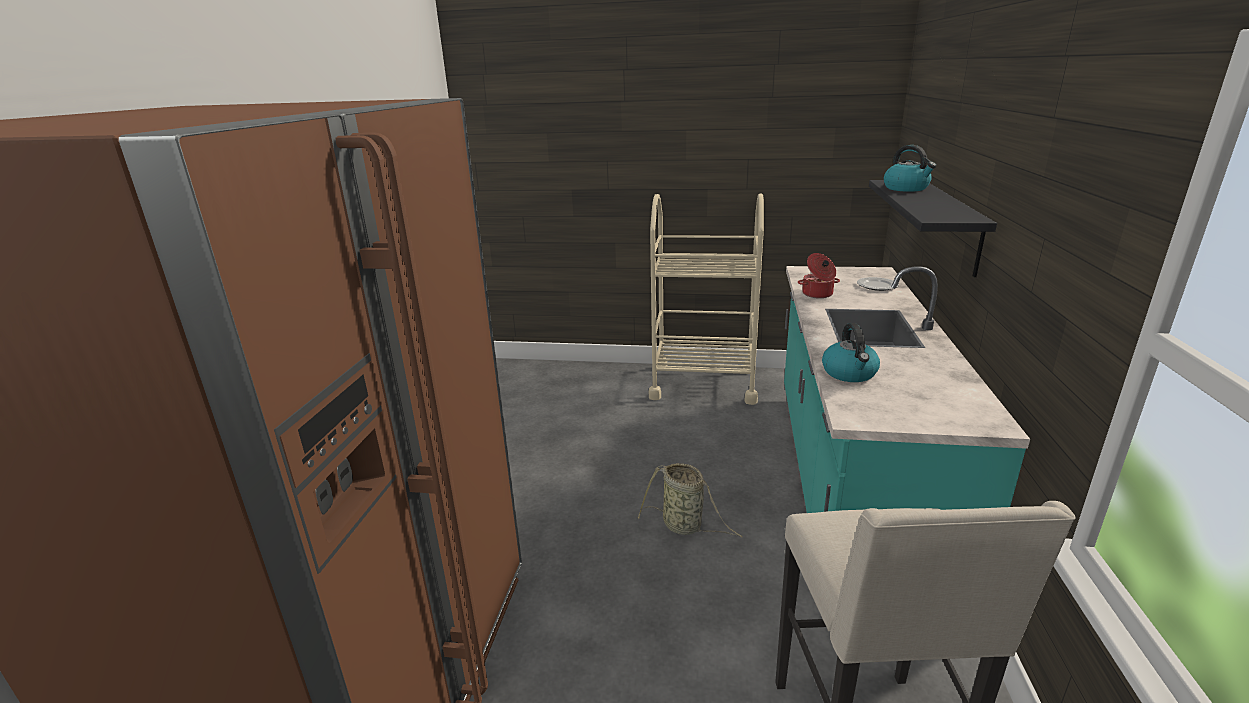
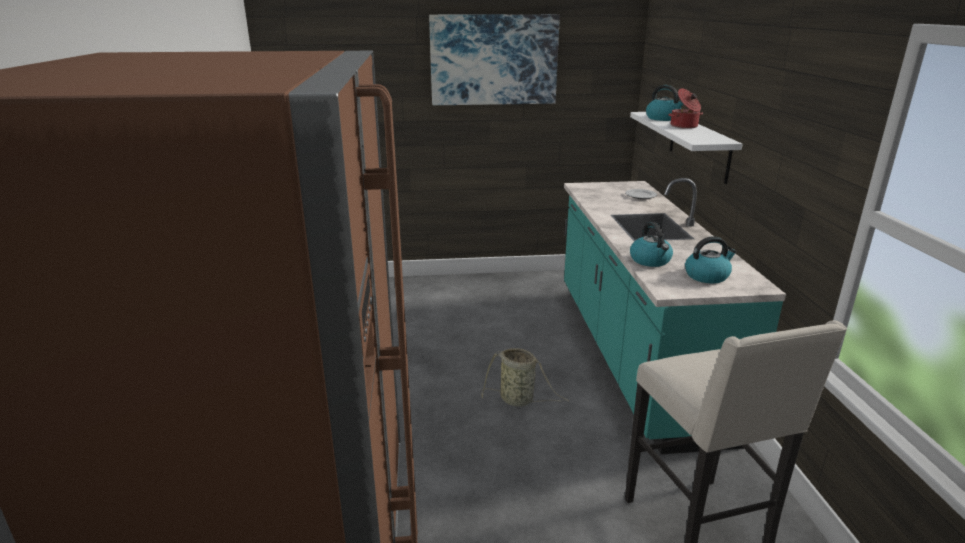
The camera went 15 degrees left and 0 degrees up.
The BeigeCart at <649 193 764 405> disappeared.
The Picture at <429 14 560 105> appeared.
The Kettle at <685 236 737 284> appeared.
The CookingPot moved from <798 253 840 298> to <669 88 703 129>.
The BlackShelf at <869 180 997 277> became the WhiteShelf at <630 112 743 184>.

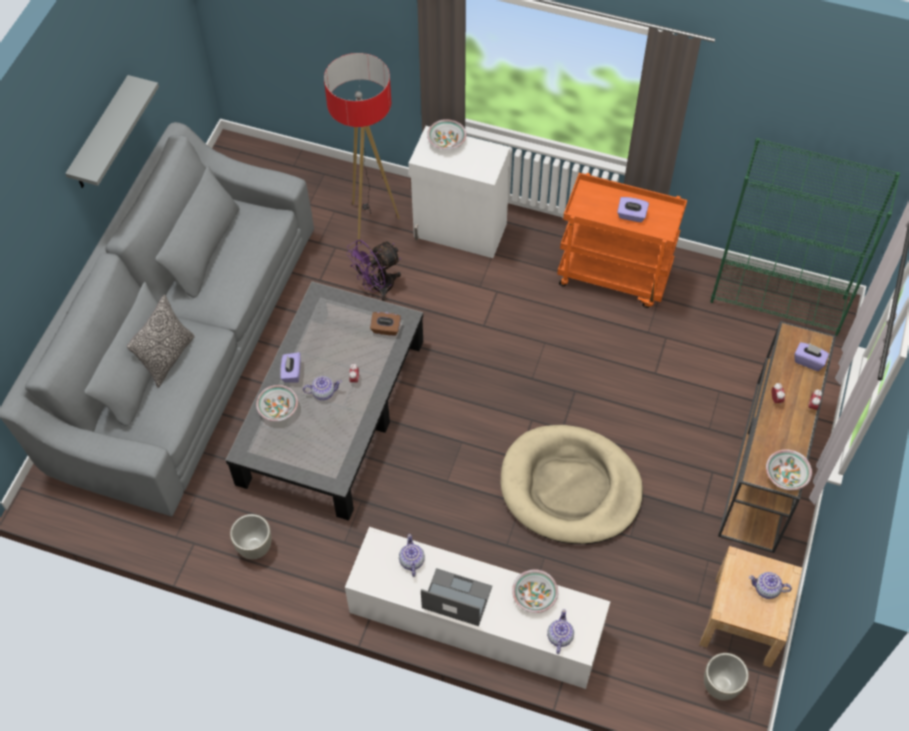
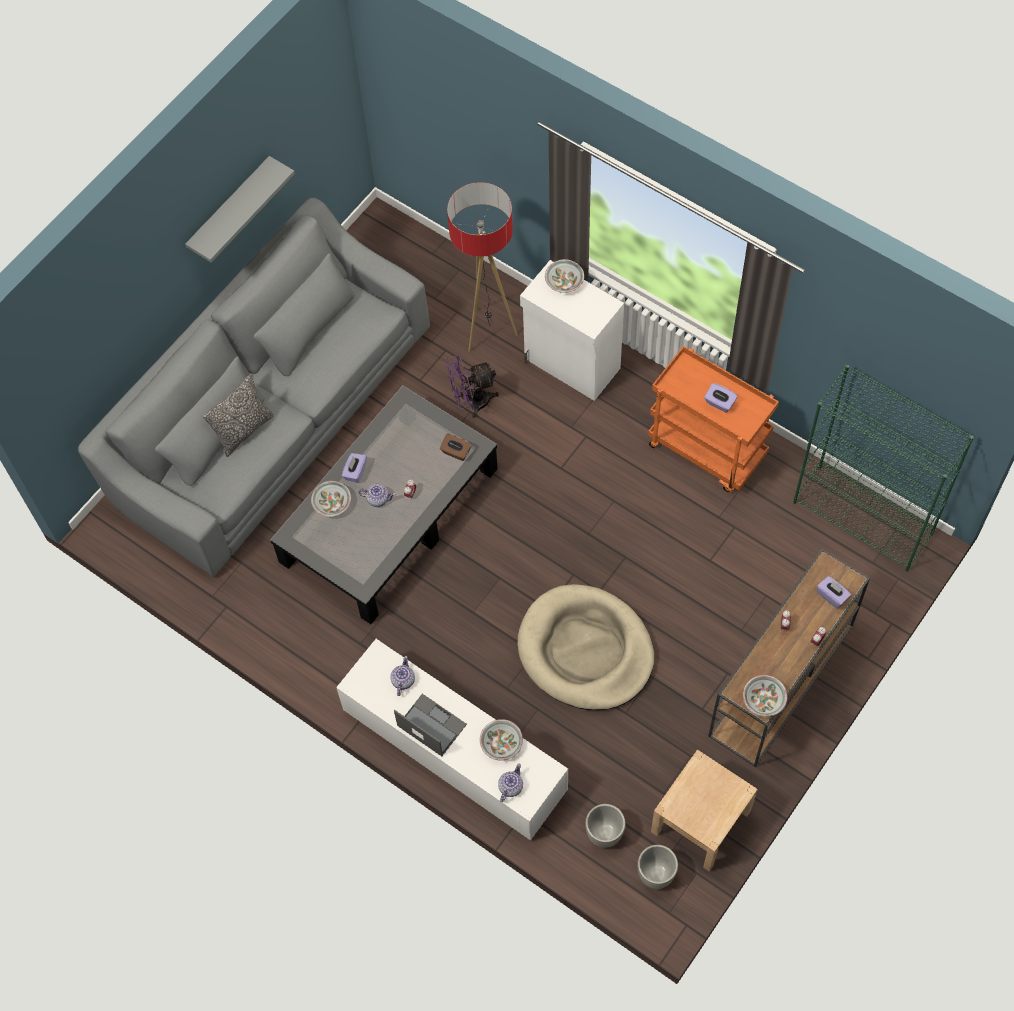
The camera went 20 degrees right and 5 degrees up.
The Teapot at <749 572 792 599> disappeared.
The GreyPlanter moved from <230 514 271 559> to <585 804 626 848>.

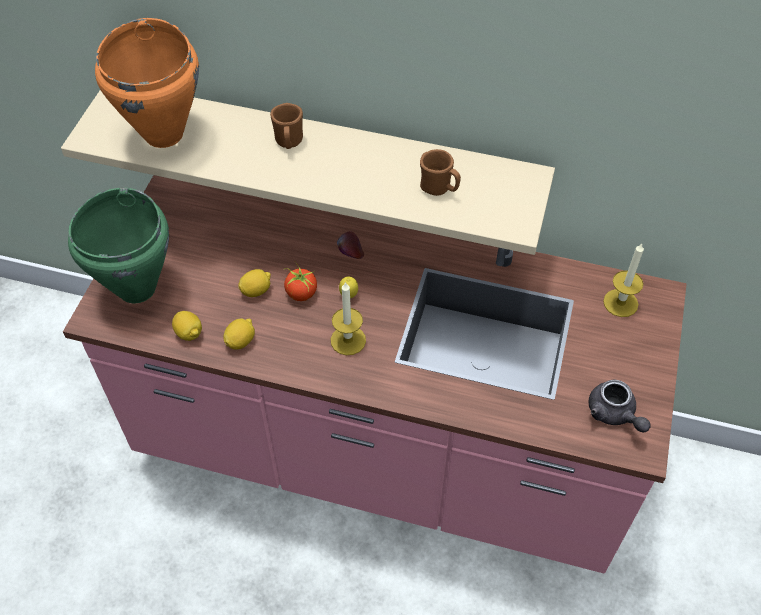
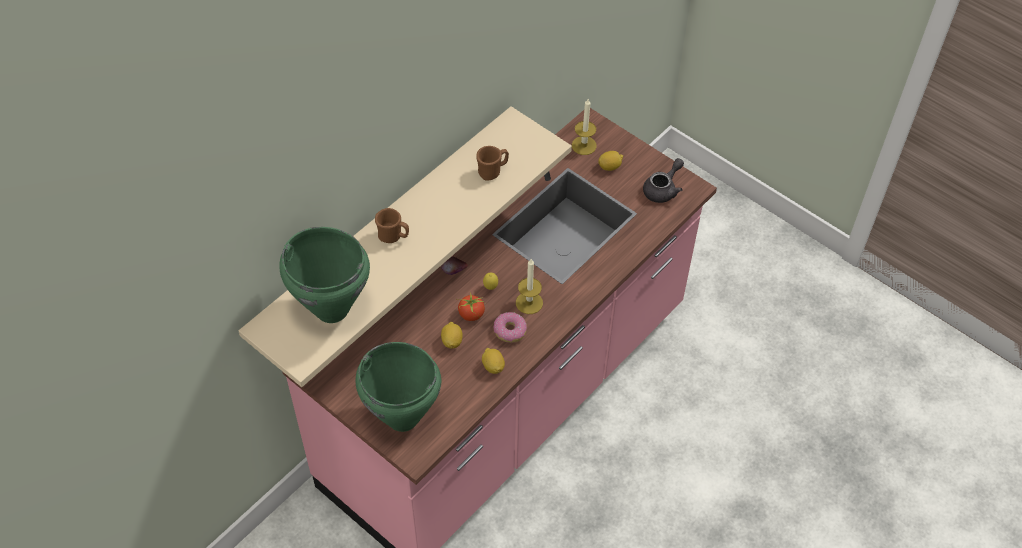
The camera went 65 degrees left and 0 degrees up.
The Donut at <493 312 527 343> appeared.
The Lemon moved from <172 311 202 341> to <598 151 623 171>.
The OrangeCookingPot at <95 18 199 148> became the GreenCookingPot at <279 227 370 323>.
The GreyTeapot at <589 379 651 432> turned 45 degrees counterclockwise.

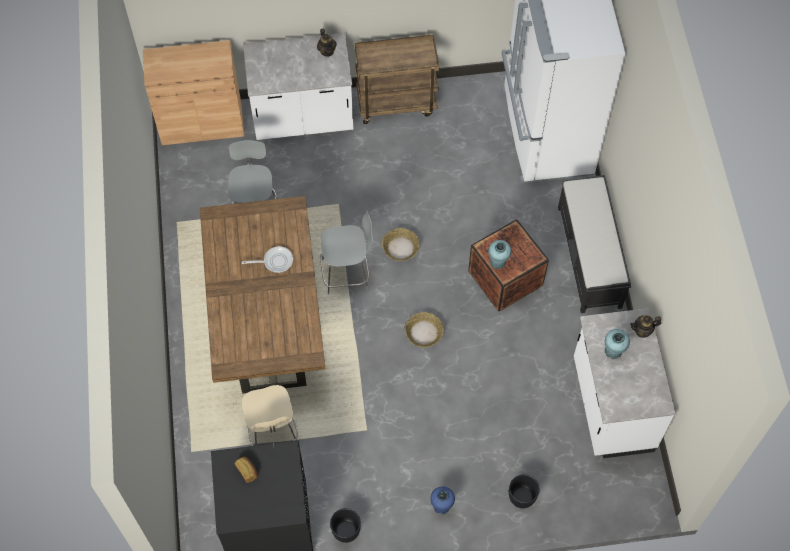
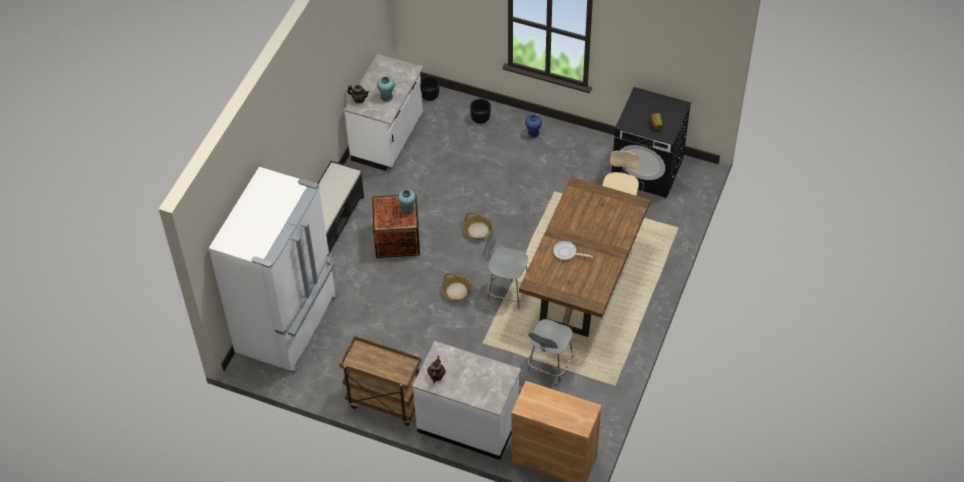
The camera went 150 degrees left and 10 degrees down.
The BlackPlanter moved from <330 508 361 543> to <421 76 439 101>.

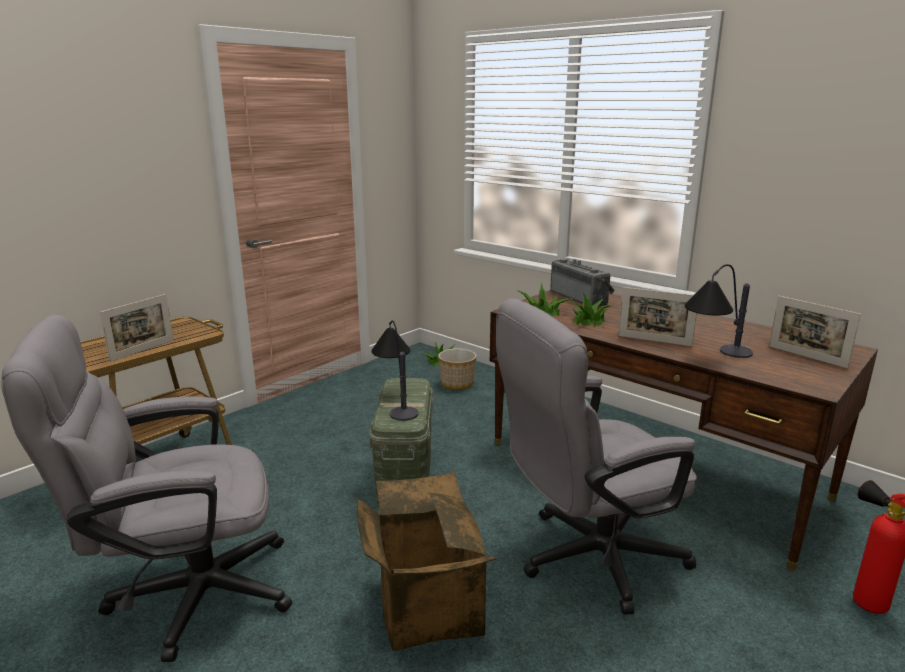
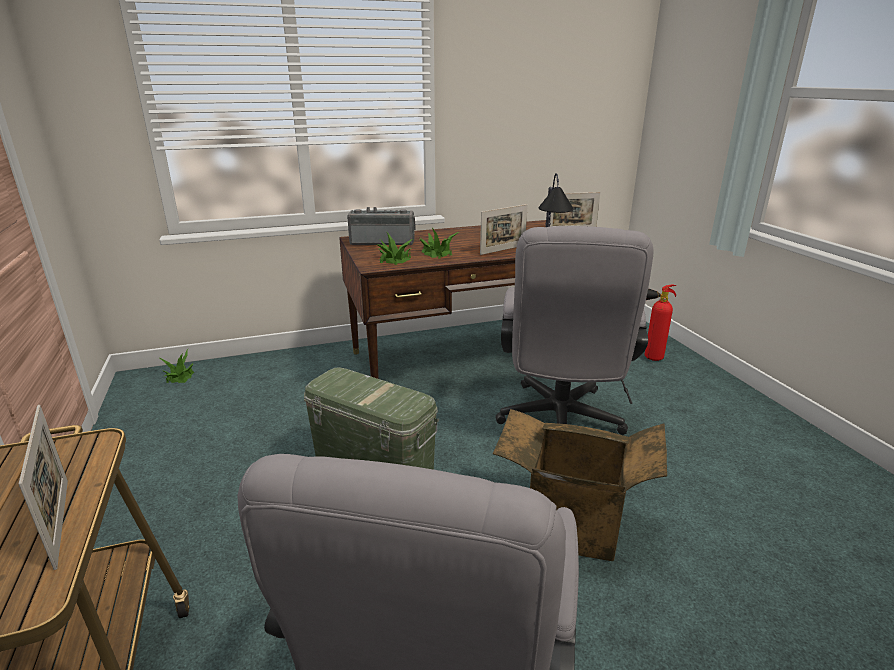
The camera went 60 degrees left and 5 degrees up.
The TableLamp at <371 320 418 421> disappeared.
The Planter at <438 348 477 390> disappeared.

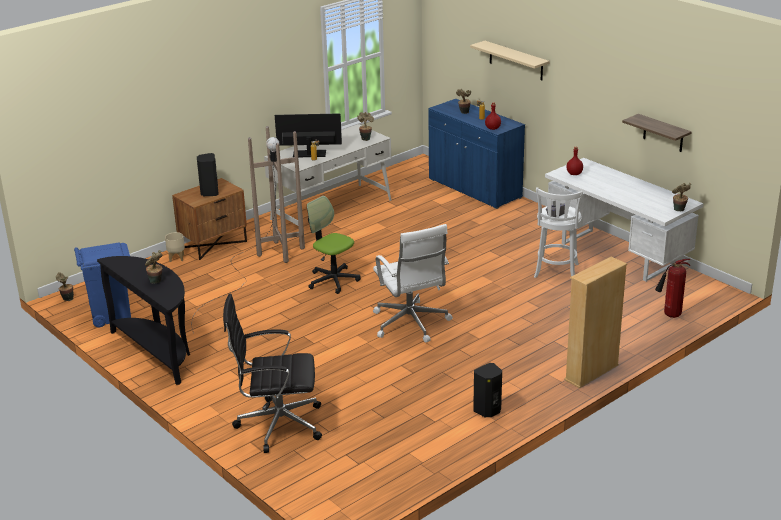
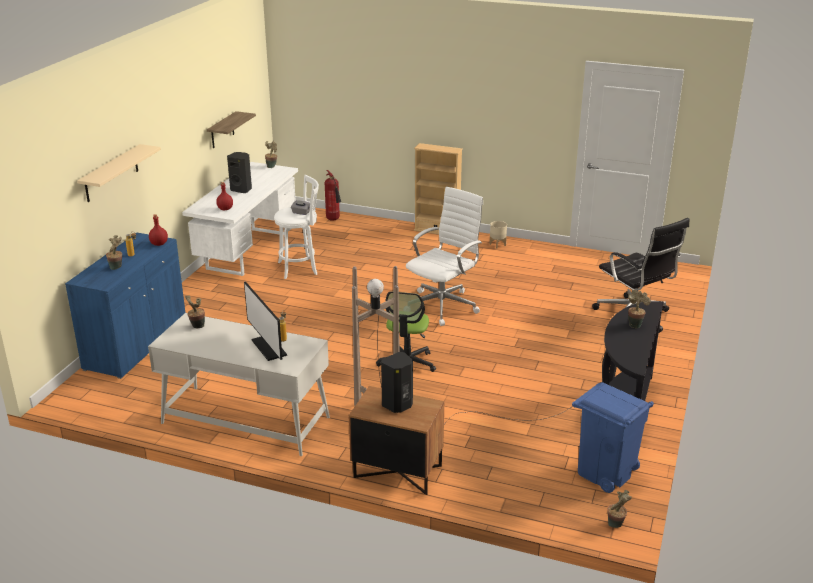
The camera went 120 degrees left and 0 degrees up.
The BeigePlanter moved from <165 232 185 262> to <489 221 507 249>.
The BlackSpeaker moved from <473 363 502 417> to <227 152 252 193>.

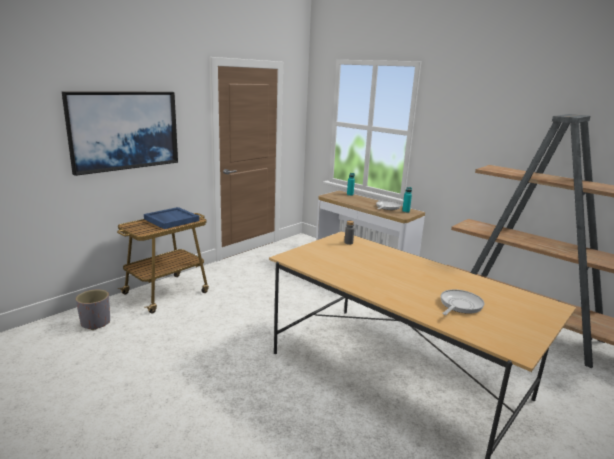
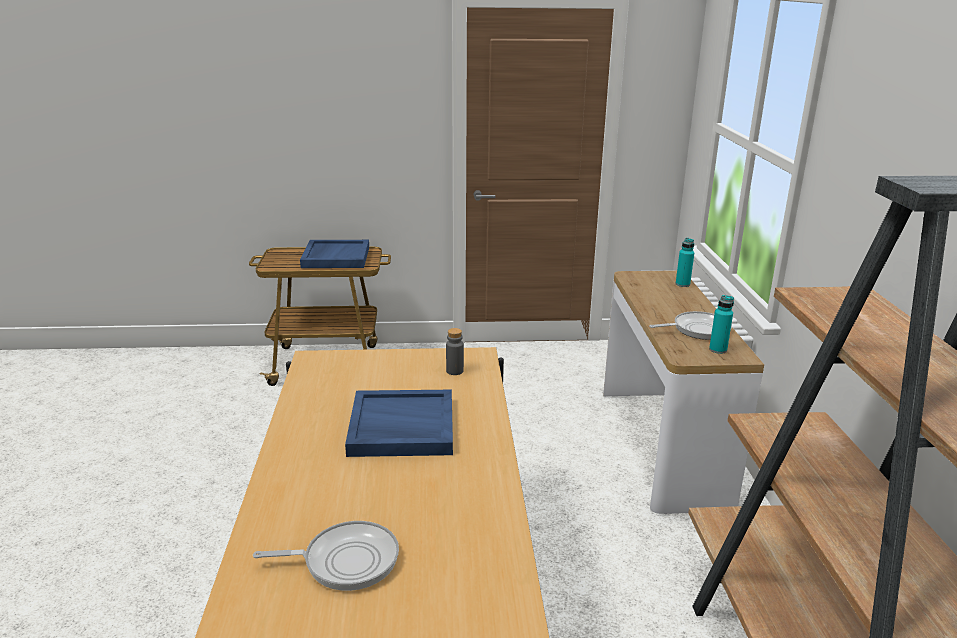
The camera went 45 degrees right and 5 degrees up.
The Picture at <62 92 178 176> disappeared.
The GreyPlanter at <76 290 110 330> disappeared.
The BlueTray at <345 390 453 457> appeared.

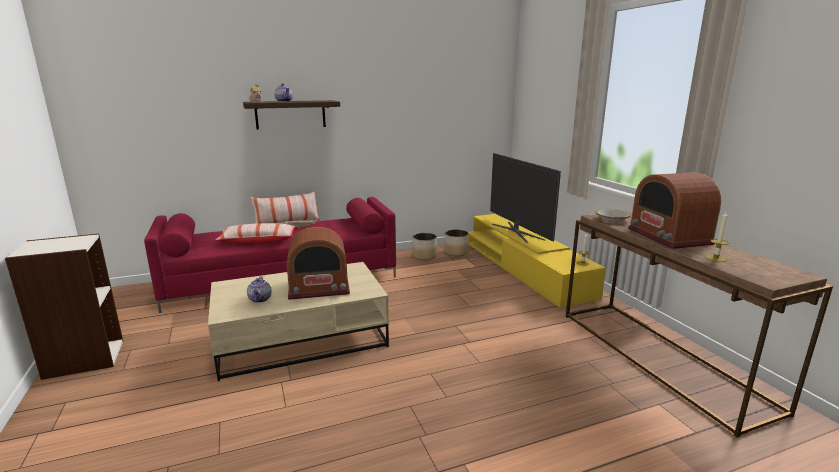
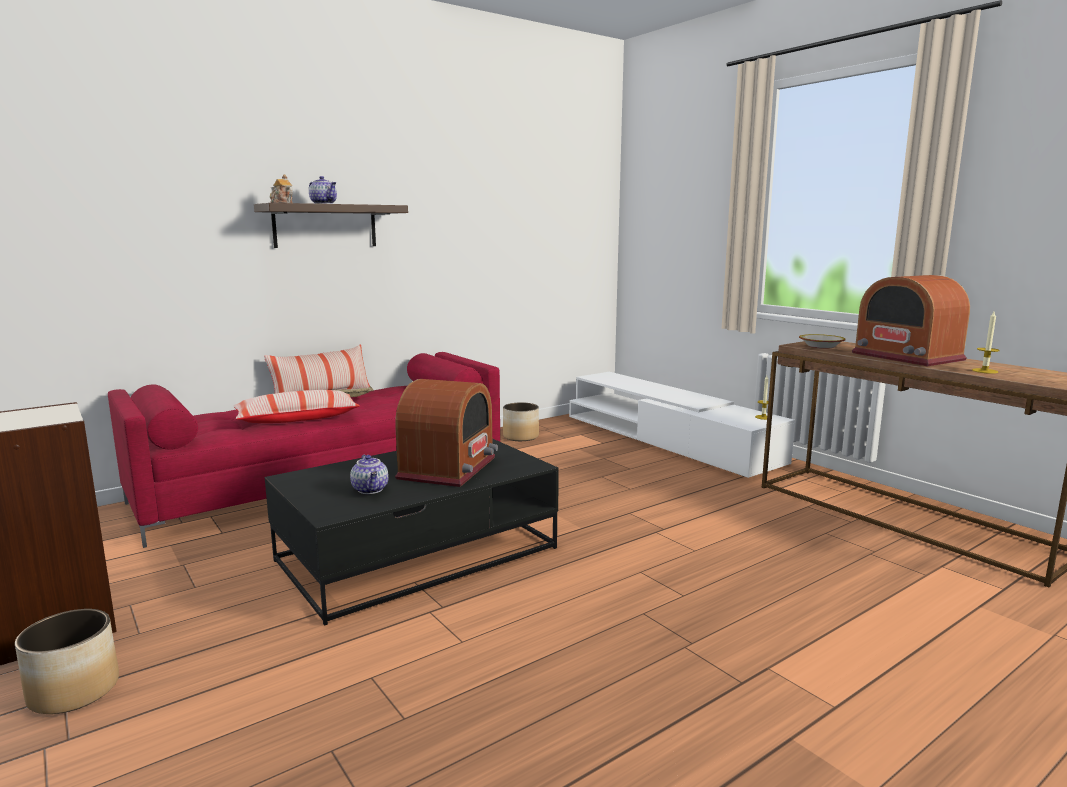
The camera went 15 degrees left and 5 degrees down.
The Television at <490 153 561 243> disappeared.
The Planter moved from <444 230 469 256> to <15 609 119 714>.
The BeigeCoffeeTable at <208 262 389 381> became the BlackCoffeeTable at <265 439 559 626>.
The YellowTvStand at <468 214 606 307> became the WhiteTvStand at <569 372 795 478>.
The Radio at <287 227 350 300> turned 45 degrees counterclockwise.

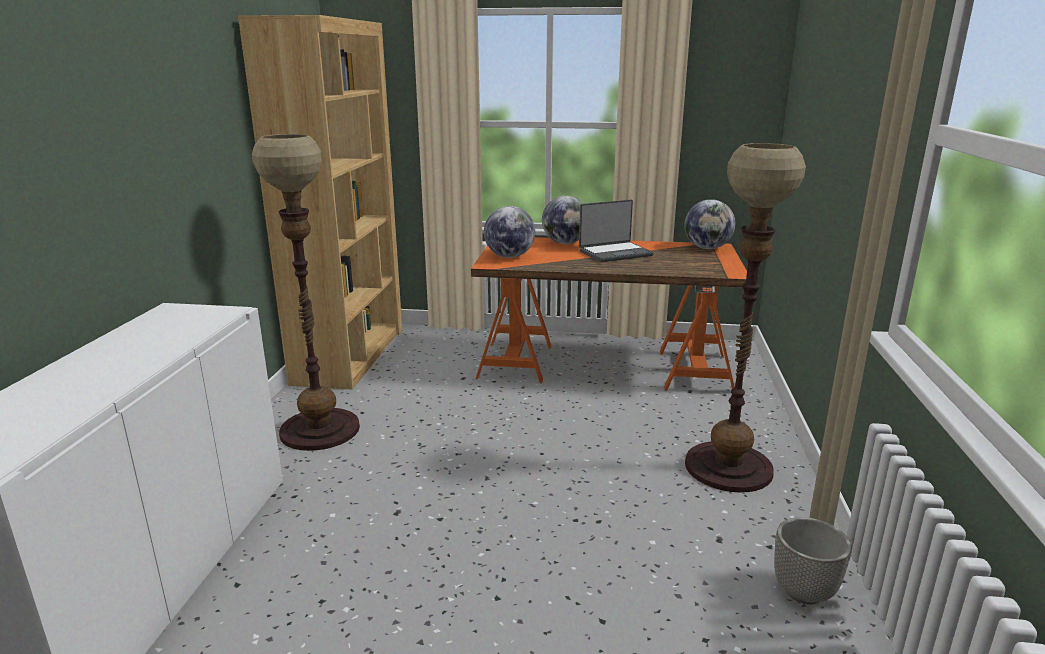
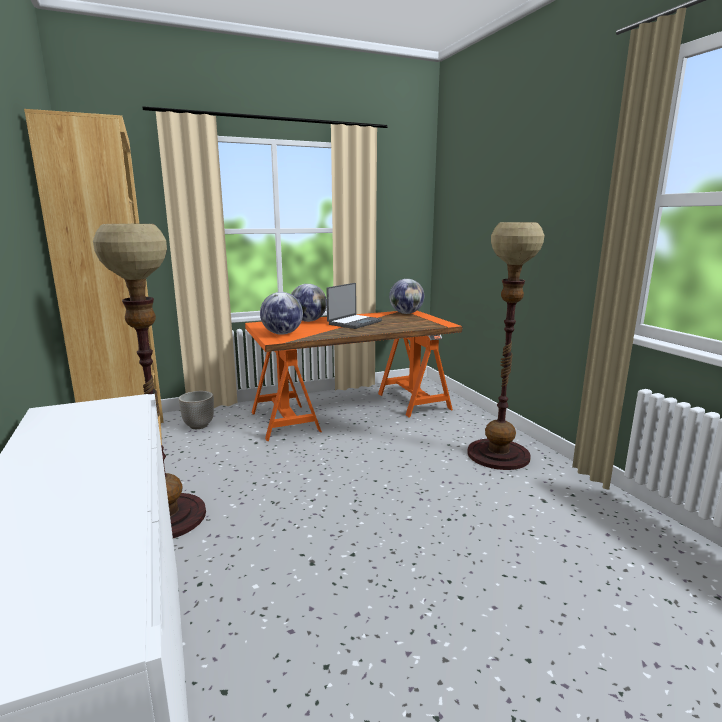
The camera went 30 degrees left and 5 degrees down.
The Planter moved from <774 517 852 605> to <179 391 214 429>.

